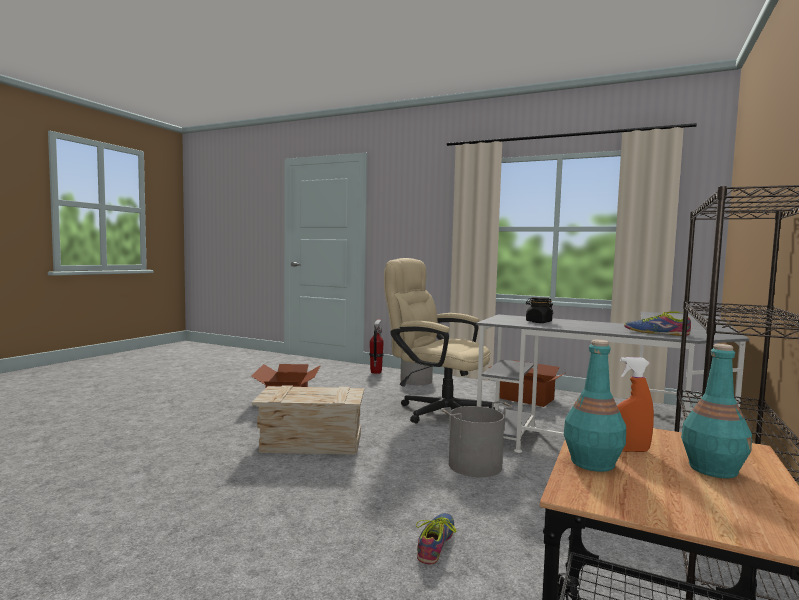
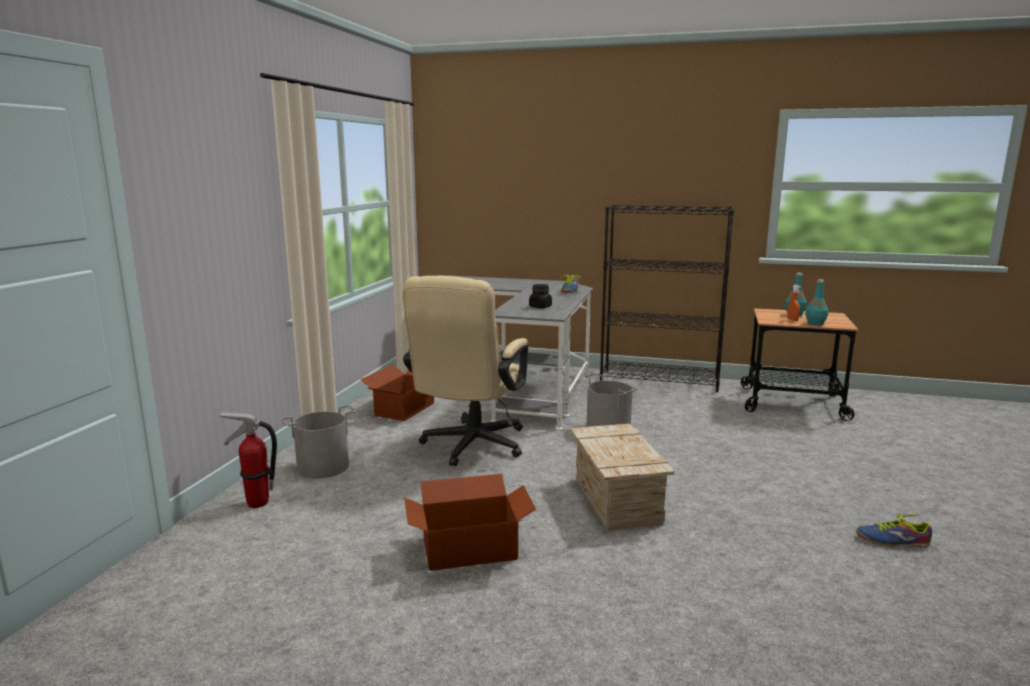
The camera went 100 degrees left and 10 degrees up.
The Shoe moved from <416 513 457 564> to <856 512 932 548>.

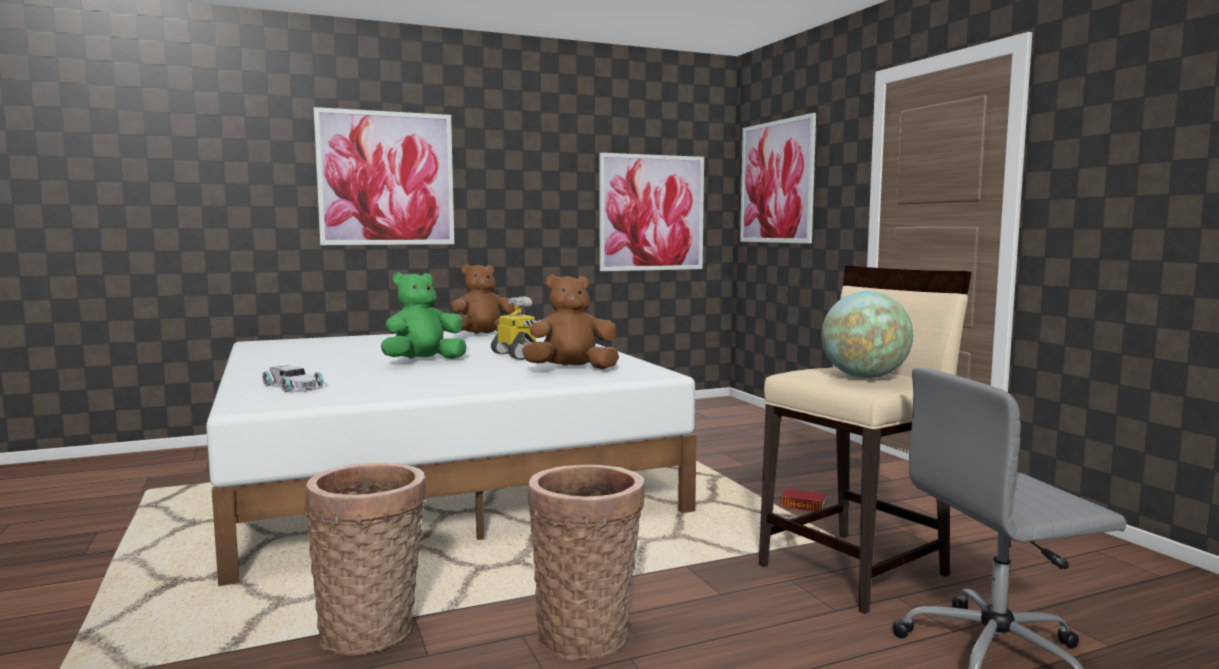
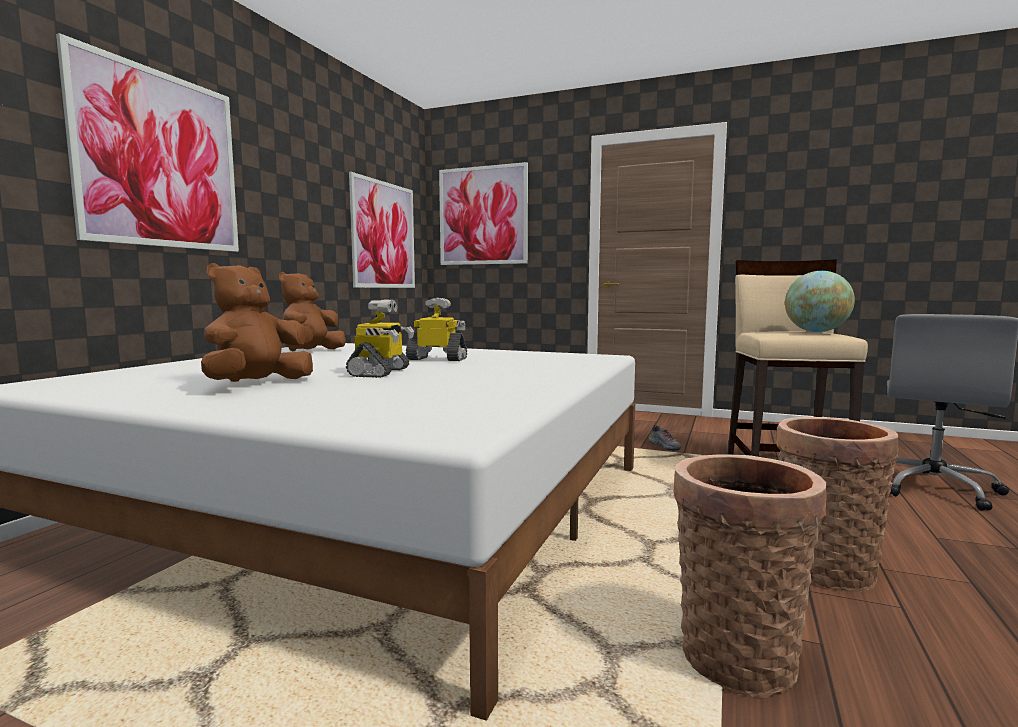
The camera went 45 degrees left and 0 degrees up.
The WhiteToyCar at <262 366 324 393> disappeared.
The BrownPlushToy moved from <522 274 619 369> to <201 263 313 382>.
The GreenPlushToy at <381 272 467 359> was replaced by the ToyRobot at <346 300 415 378>.
The Book at <781 489 826 511> was replaced by the Shoe at <648 425 681 451>.

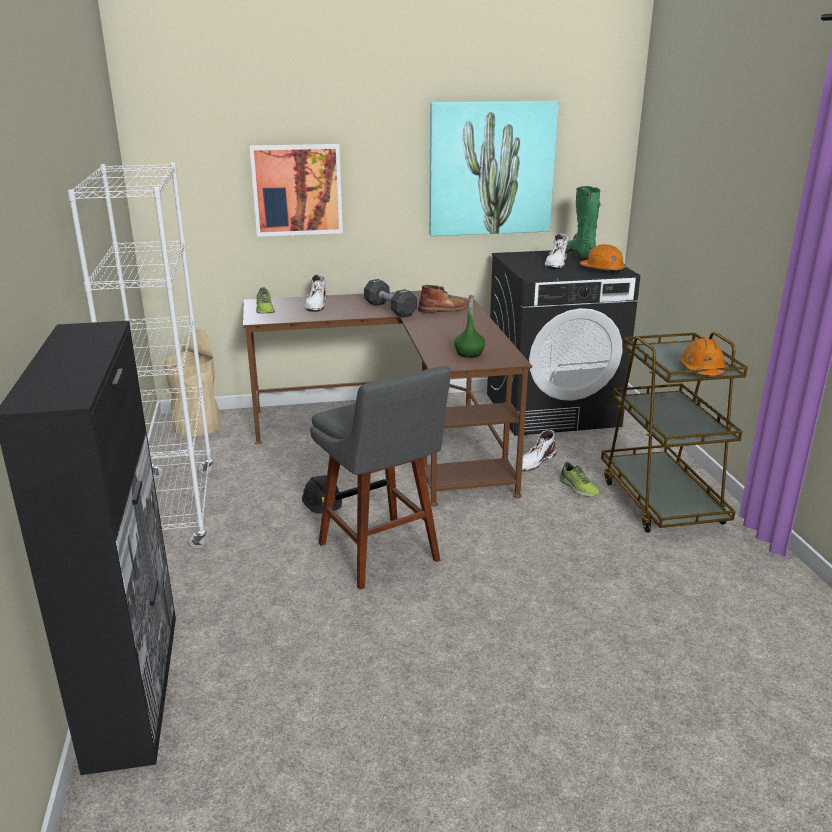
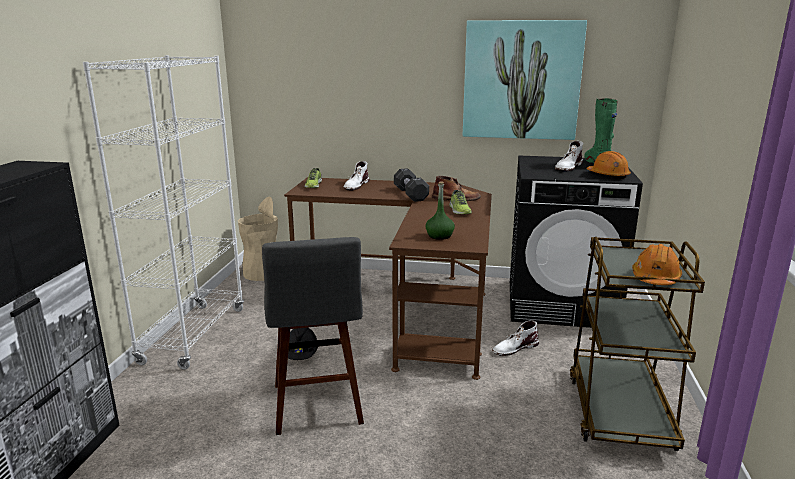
The camera went 20 degrees right and 5 degrees down.
The Picture at <250 144 343 237> disappeared.
The Shoe moved from <559 462 600 496> to <449 190 472 214>.

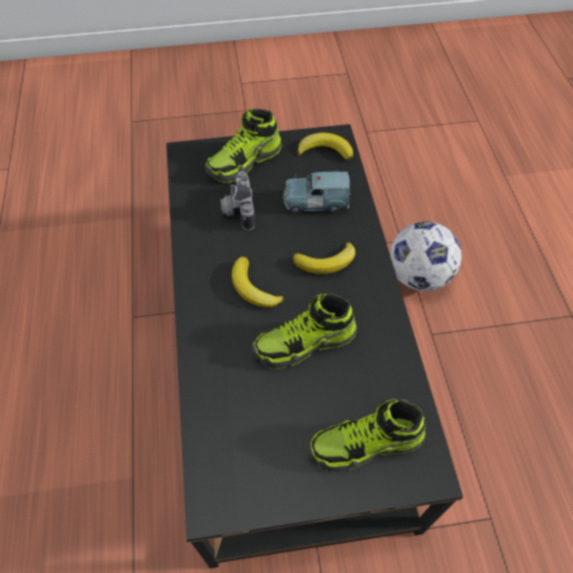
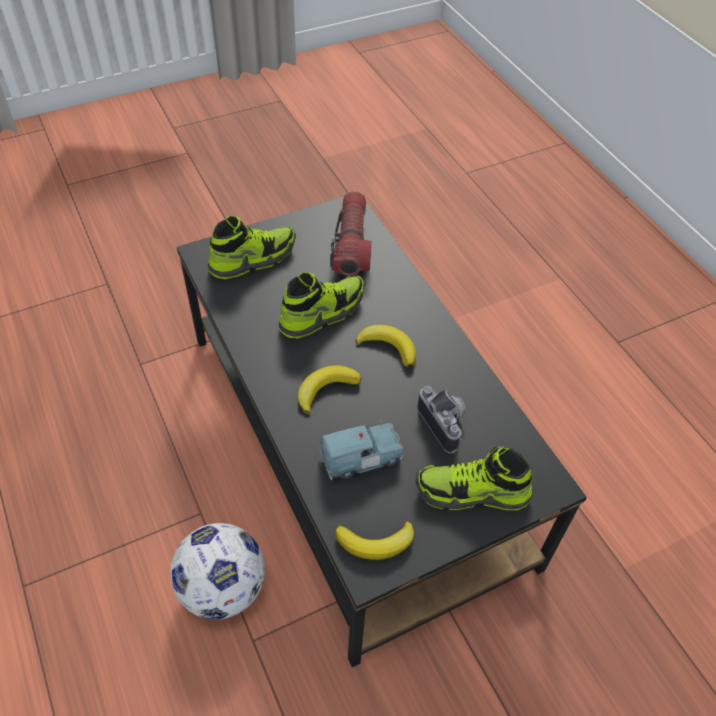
The camera went 160 degrees right and 5 degrees down.
The Flashlight at <330 191 371 276> appeared.
The Shoe at <205 108 282 183> turned 120 degrees counterclockwise.

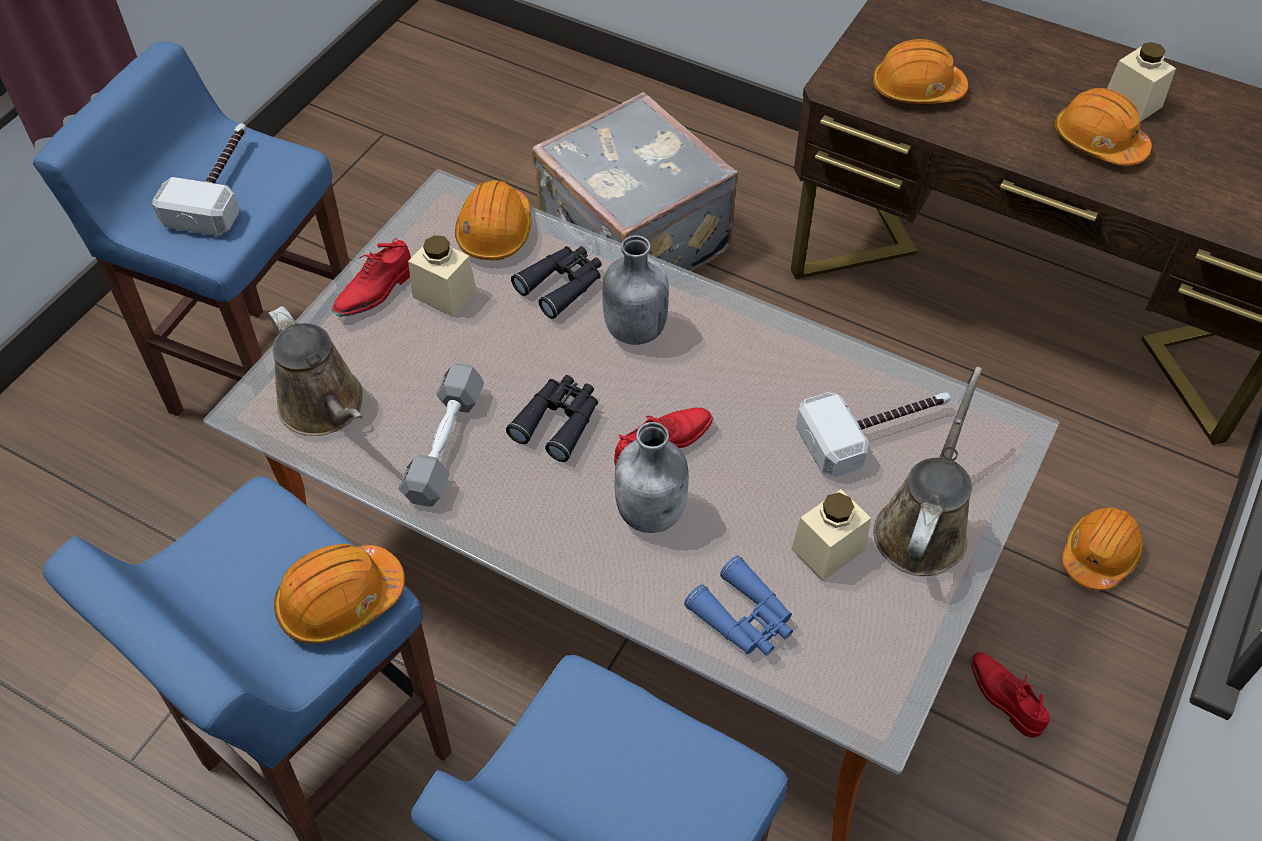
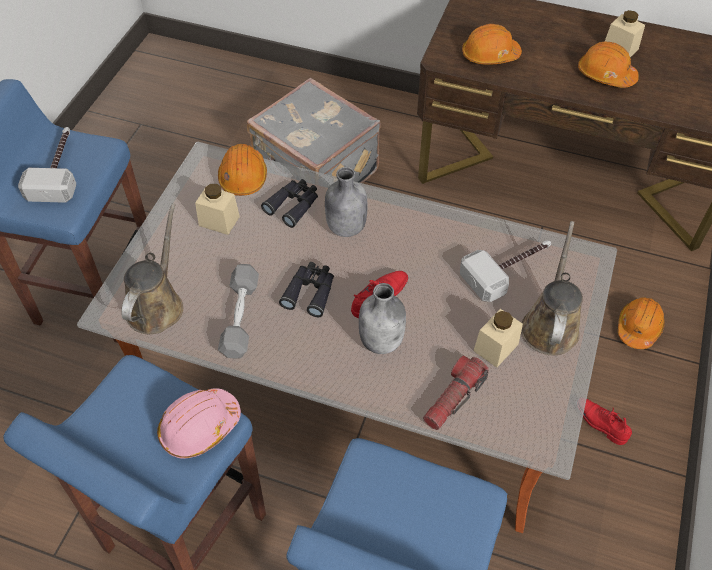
The camera went 10 degrees left and 0 degrees up.
The RedShoe at <332 238 411 317> disappeared.
The BlueBinoculars at <684 556 793 656> was replaced by the Flashlight at <423 355 489 430>.
The OrangeHardHat at <274 544 405 644> became the PinkHardHat at <157 388 241 459>.
The BrownWateringCan at <268 306 363 436> turned 120 degrees counterclockwise.

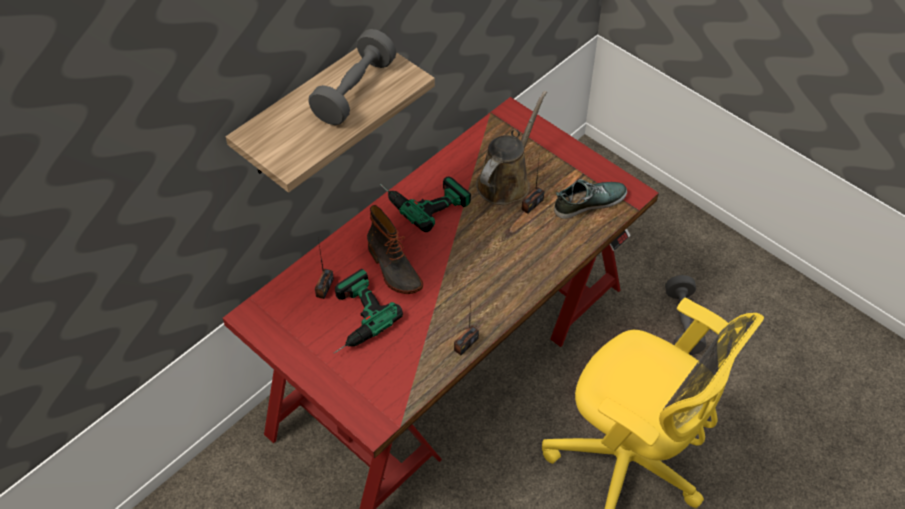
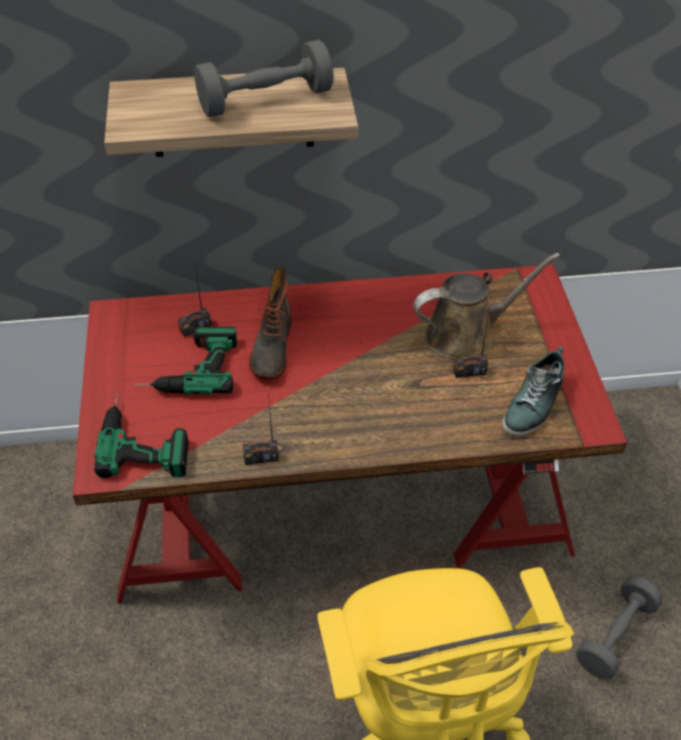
The camera went 40 degrees right and 5 degrees down.
The PowerDrill moved from <380 176 471 232> to <94 393 189 478>.
The Shoe at <554 179 627 219> turned 105 degrees clockwise.

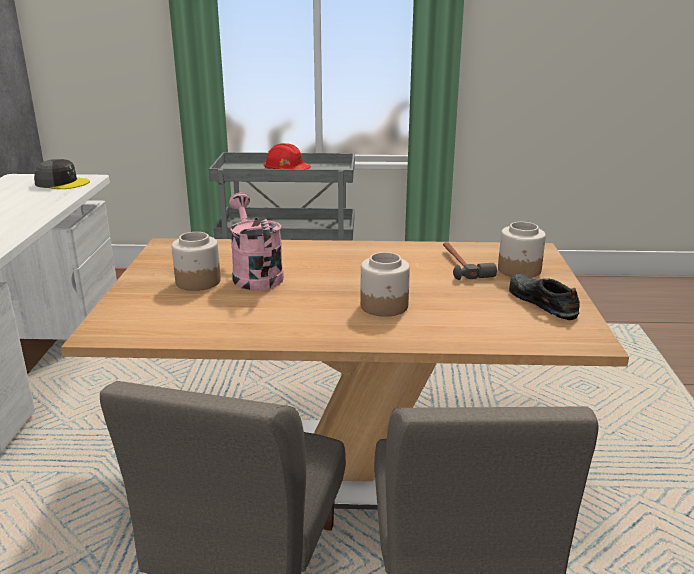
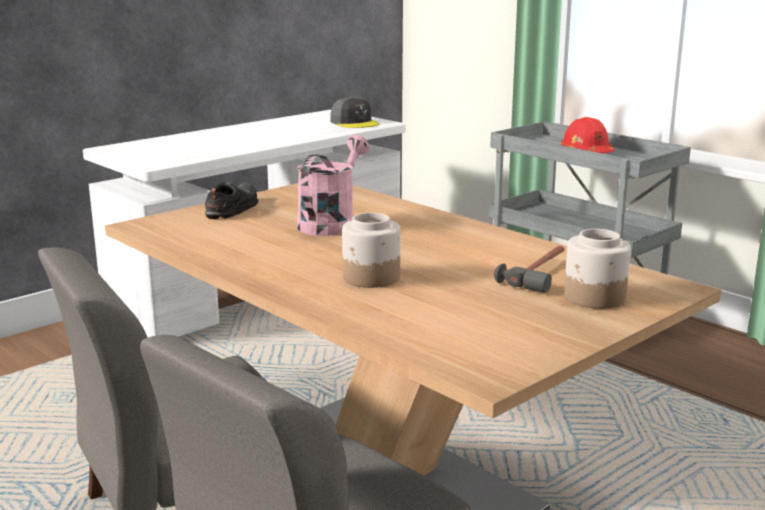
The camera went 45 degrees right and 5 degrees down.
The Jar at <172 232 221 291> disappeared.
The BlackShoe moved from <509 274 580 320> to <205 182 259 220>.

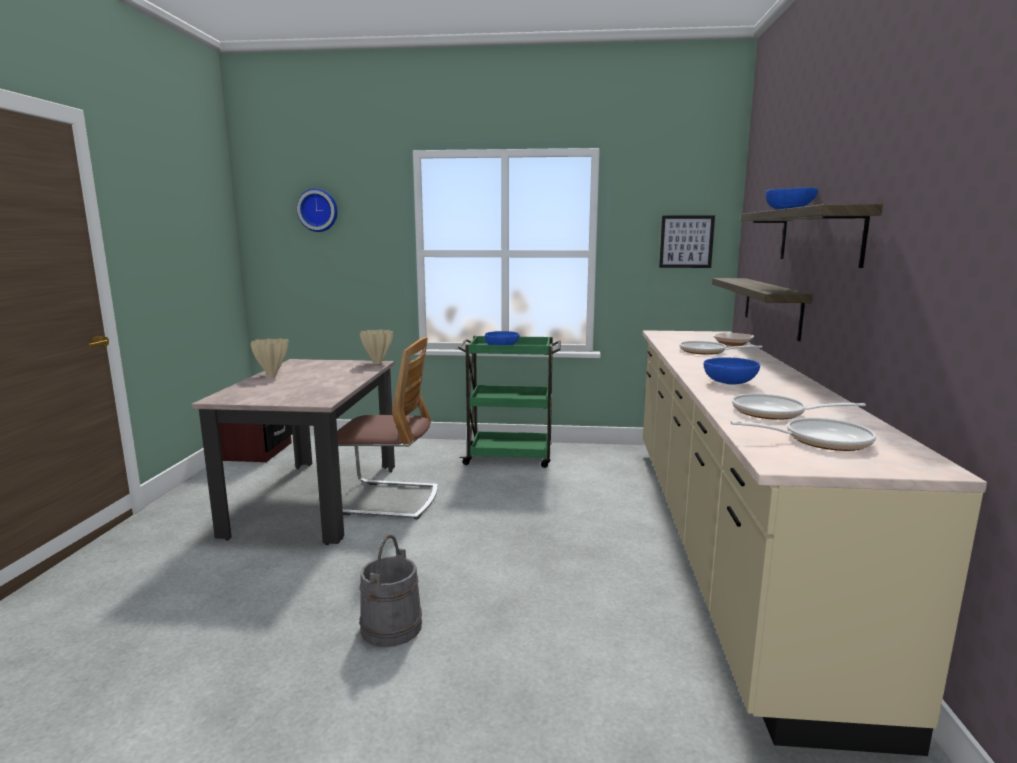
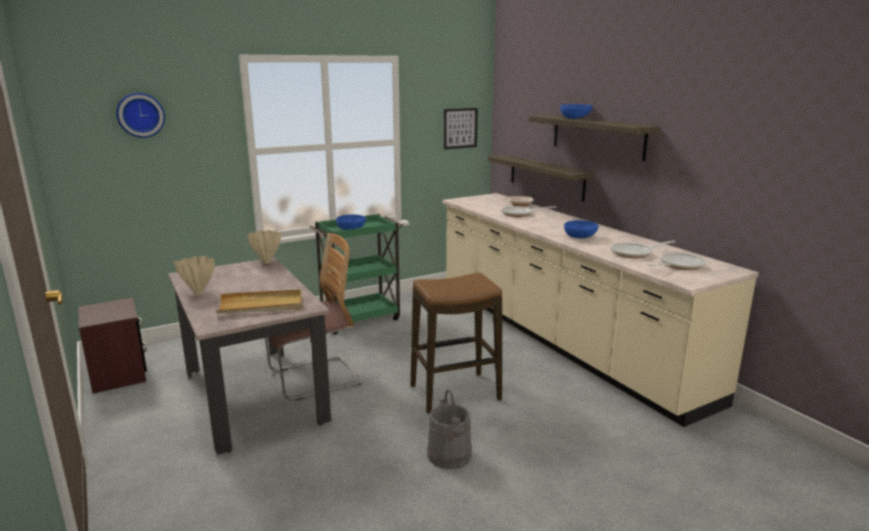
The camera went 35 degrees left and 5 degrees up.
The BeigeTray at <216 289 302 314> appeared.
The Stool at <411 273 502 414> appeared.

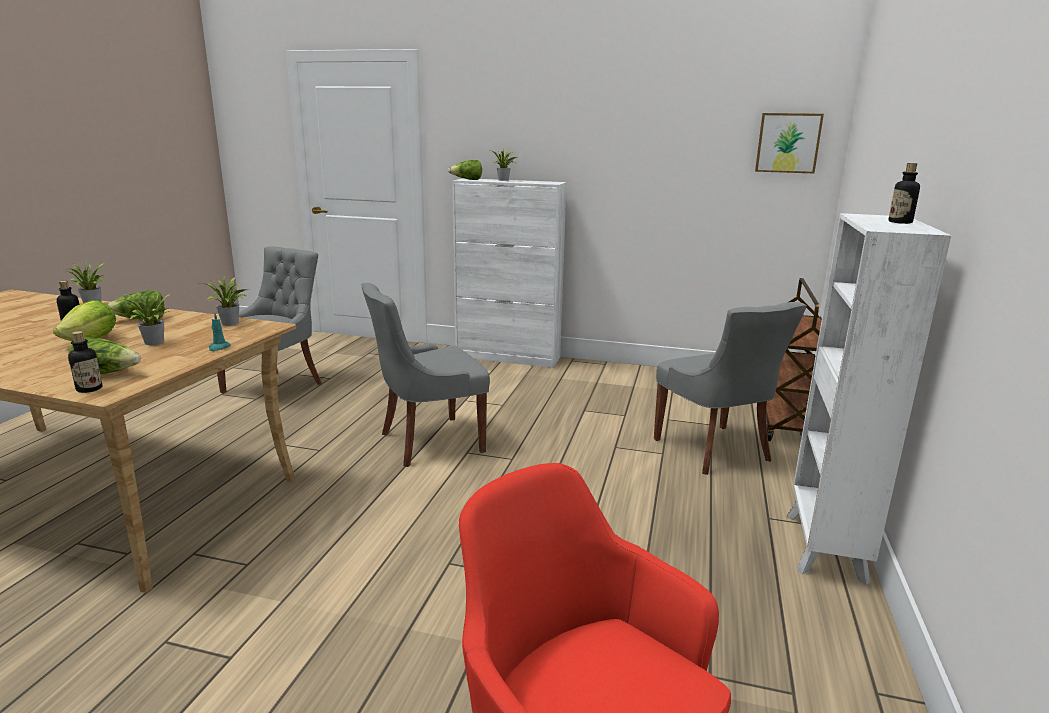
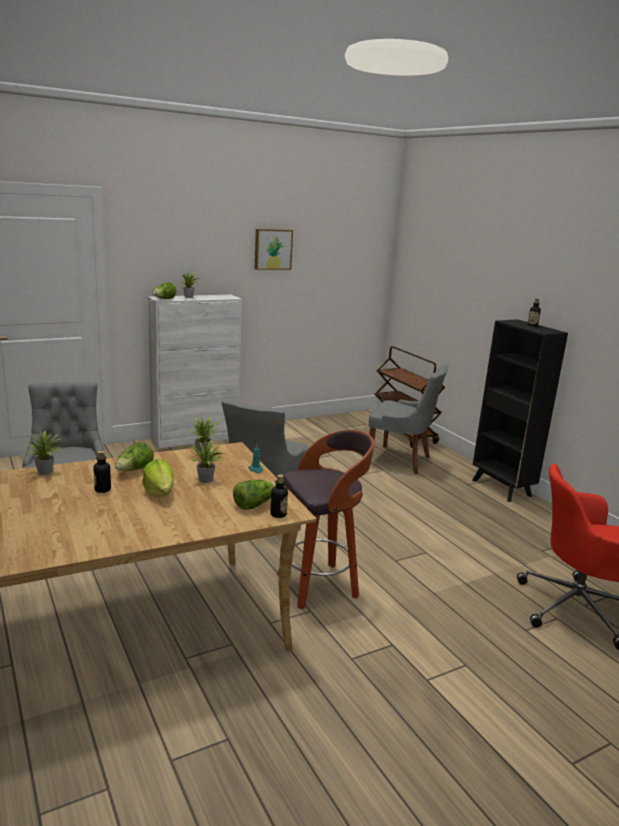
The camera went 45 degrees left and 0 degrees up.
The Stool at <278 430 375 609> appeared.
The Picture moved from <755 113 824 173> to <255 229 293 270>.
The WhiteBookcase at <786 213 951 585> became the BlackBookcase at <472 319 568 502>.

